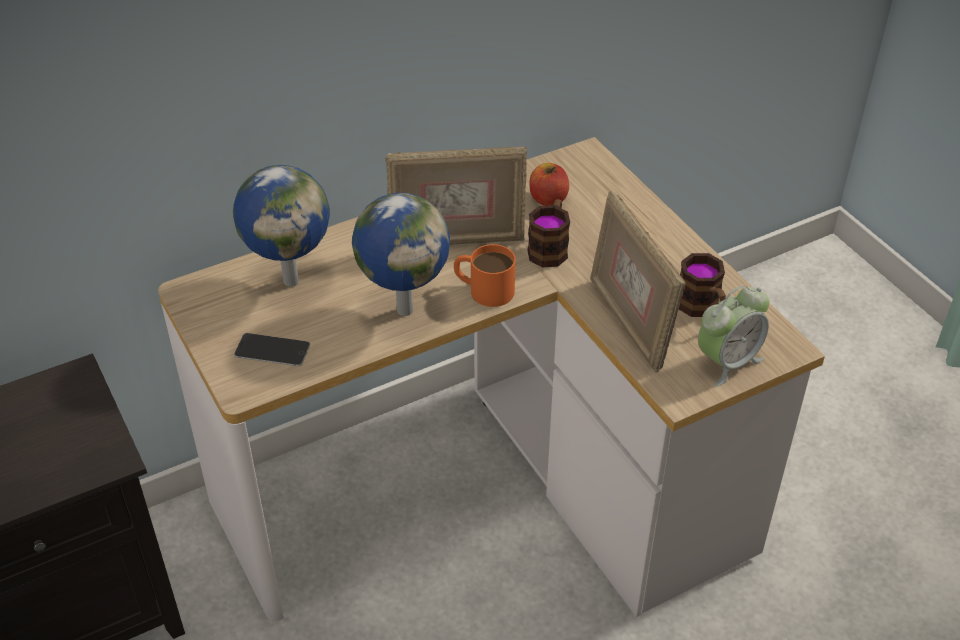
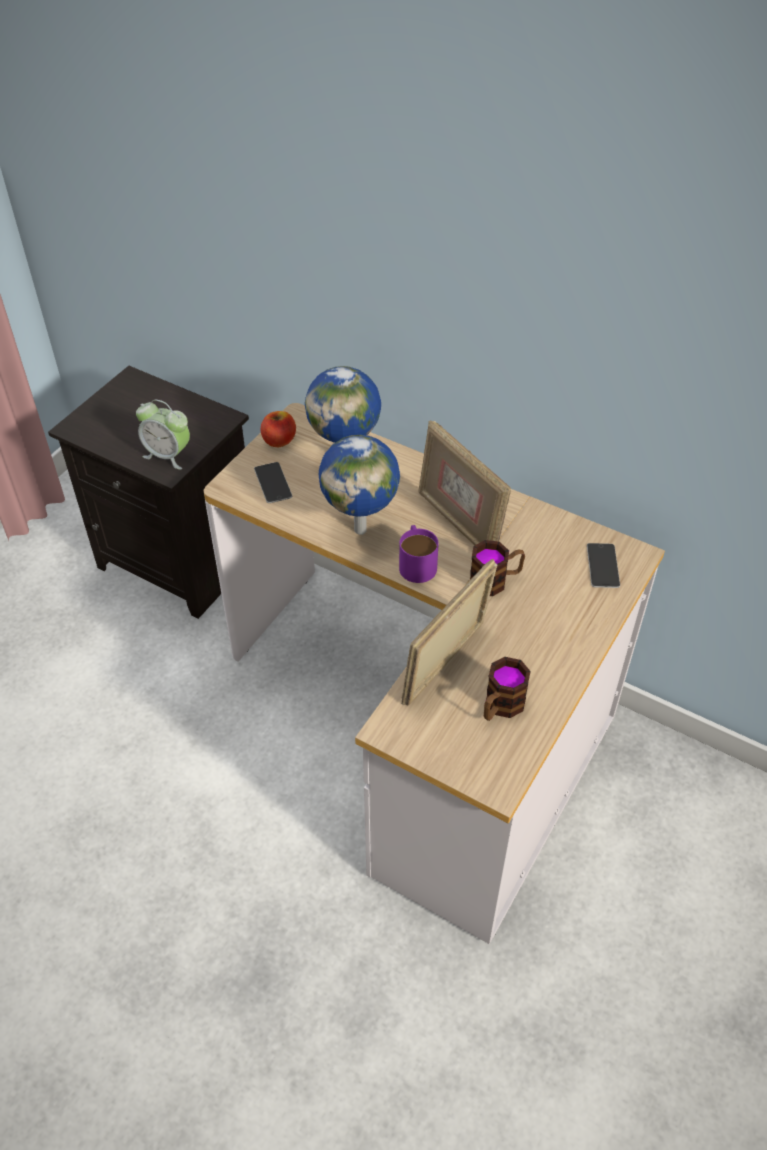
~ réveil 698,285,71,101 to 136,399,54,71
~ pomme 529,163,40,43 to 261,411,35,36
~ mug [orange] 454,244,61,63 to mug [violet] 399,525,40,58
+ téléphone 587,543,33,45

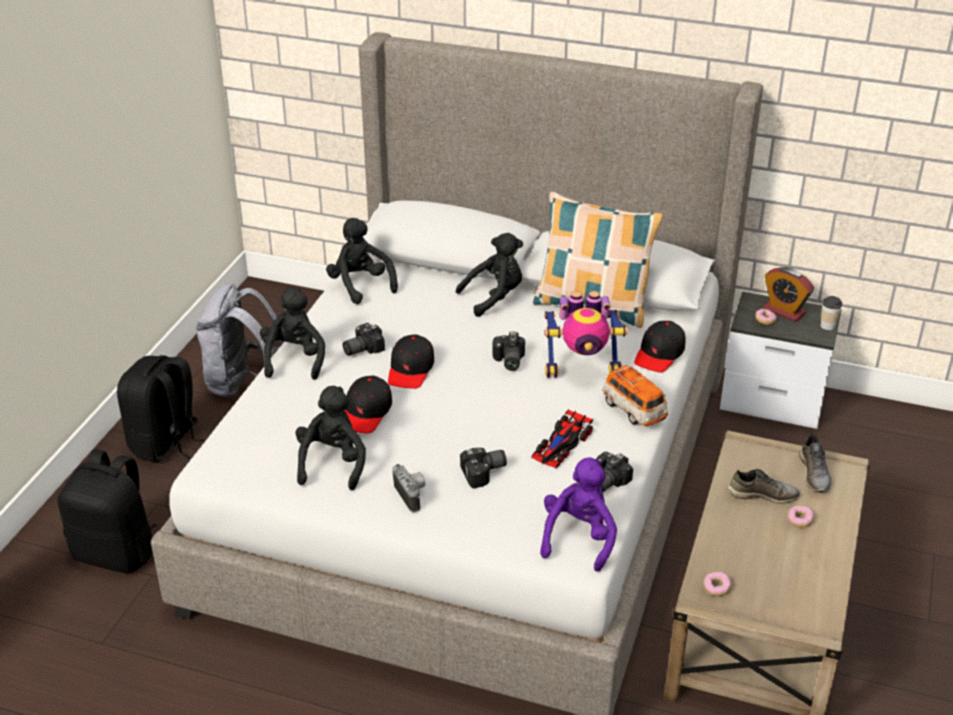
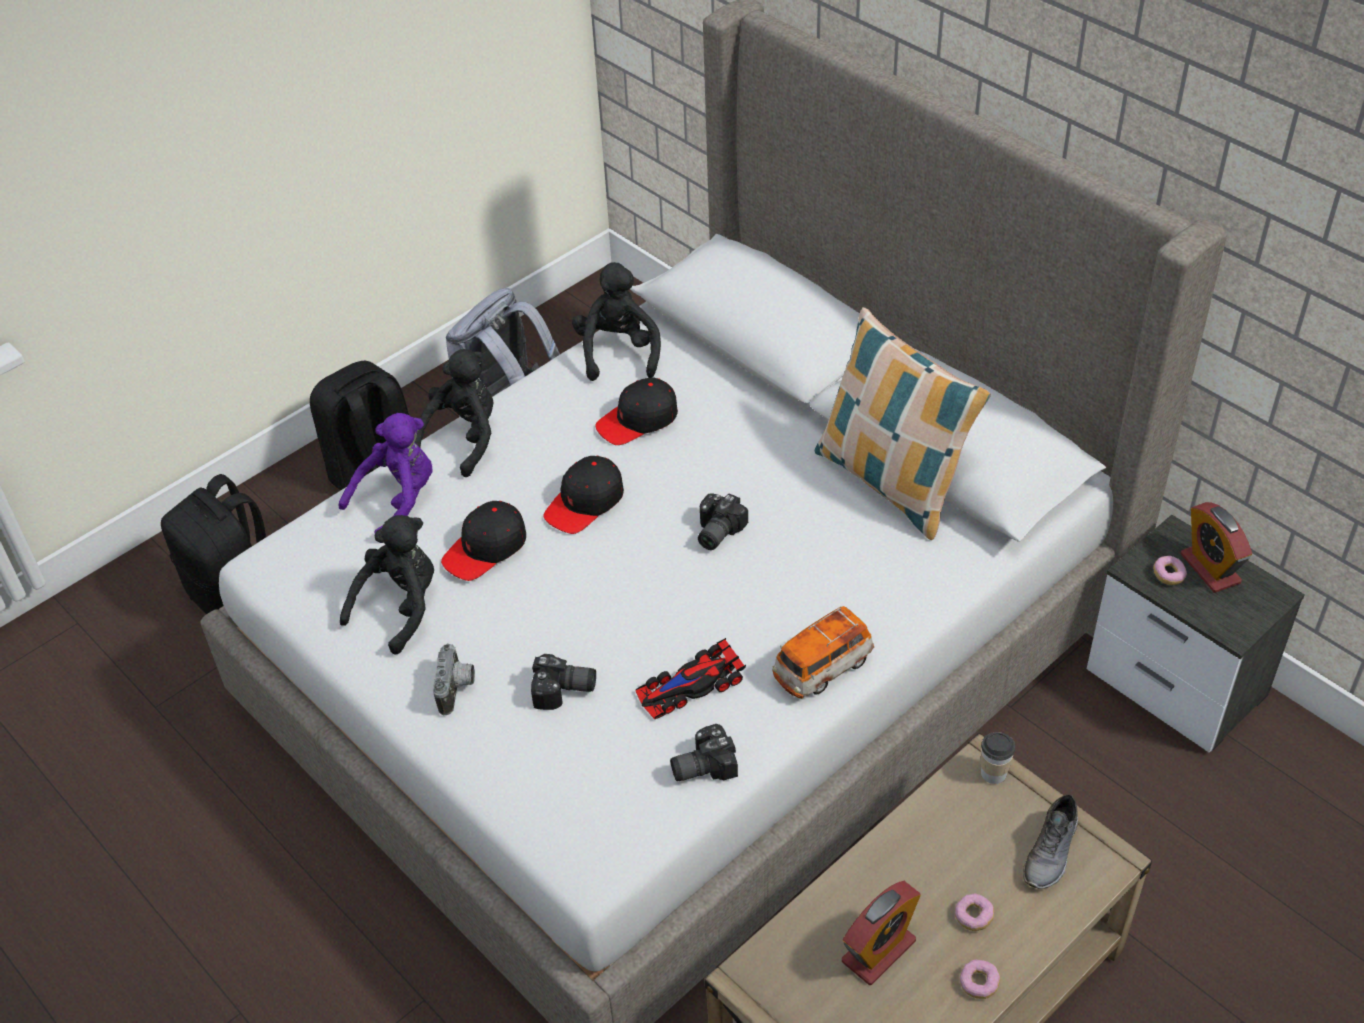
~ peluche [violet] 540,458,77,114 to 339,413,94,130
~ casquette [noir] 634,321,52,52 to 595,377,83,68
~ petite voiture 602,365,66,61 = 773,606,101,93 60 degrees clockwise
+ réveil 842,881,79,104
~ beignet 704,572,27,24 to 960,960,40,39
~ tasse 820,296,22,34 to 981,732,34,52
- appareil photo 343,323,42,33
- peluche [noir] 456,233,67,84
- robot jouet 544,291,84,87
- chaussure [gris] 728,469,72,35

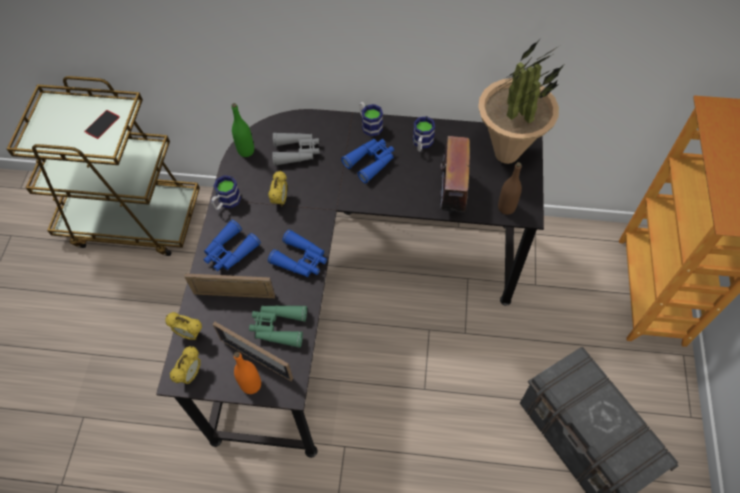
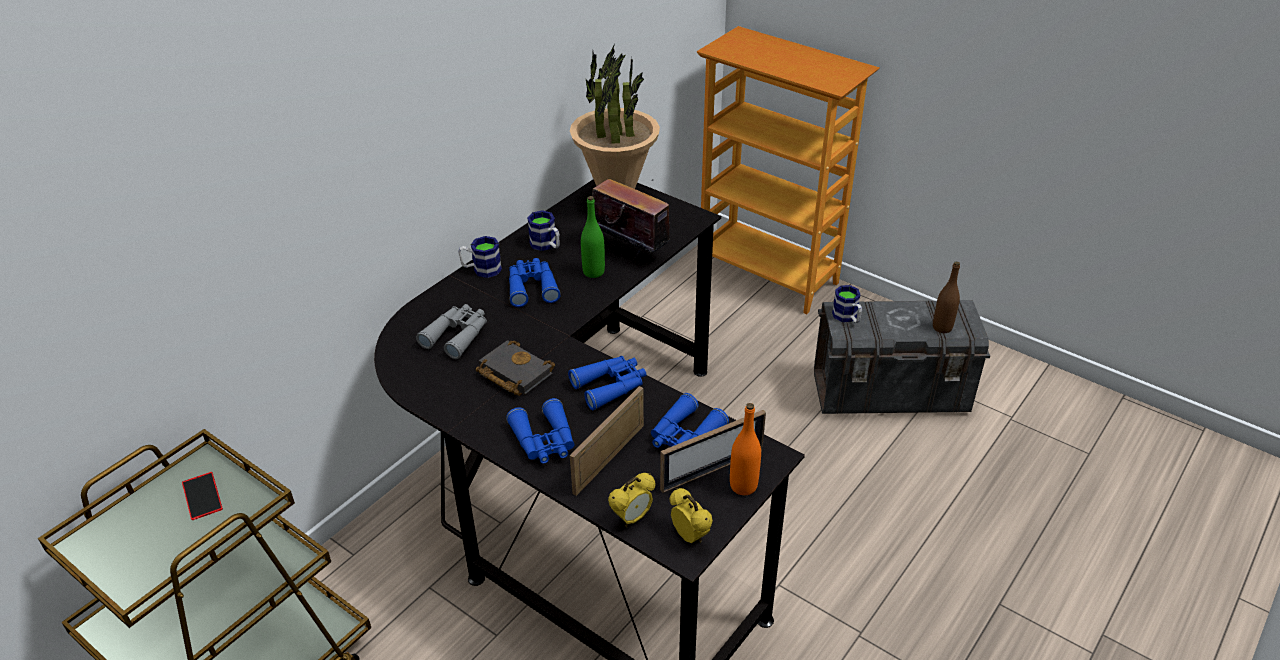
~ réveil 268,170,19,37 to livre [noir] 476,340,79,56
~ bouteille [vert] 231,103,23,54 to 581,196,24,82
~ jumelles [vert] 249,305,58,43 to jumelles [bleu] 651,393,78,55
~ mug 211,175,30,36 to 832,285,30,38
~ bouteille [marron] 498,162,24,53 to 933,261,27,72

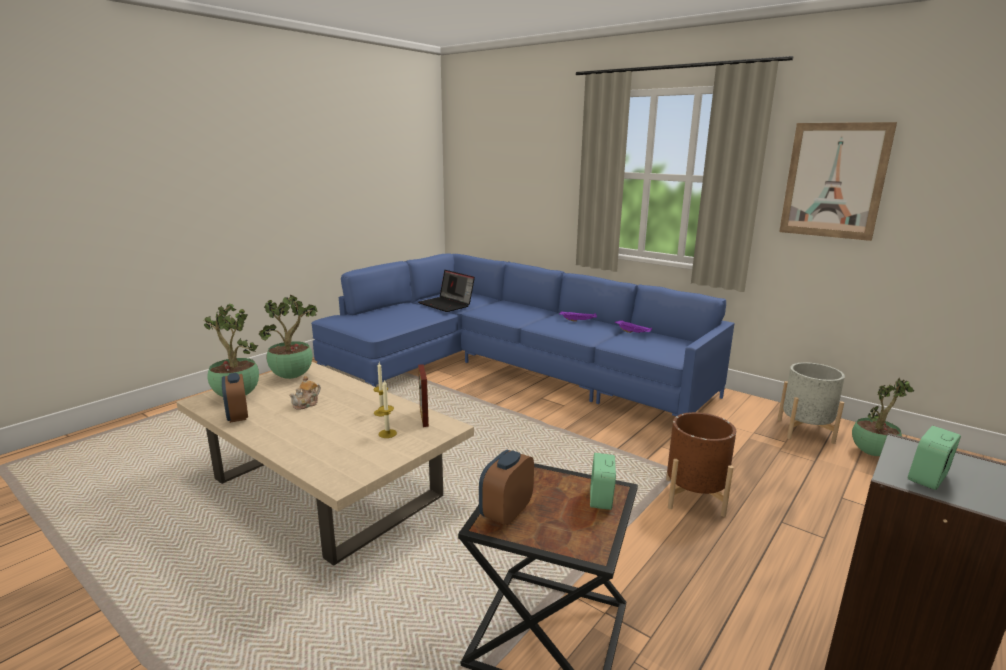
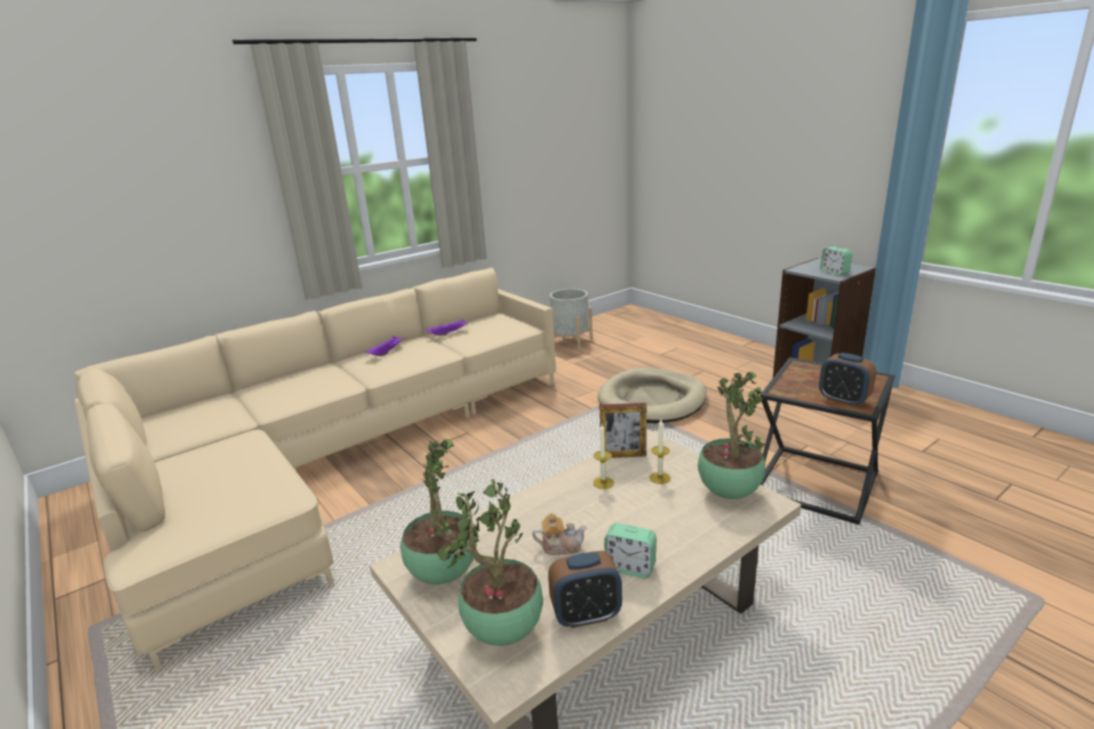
~ canapé [bleu] 311,254,424,162 to canapé [beige] 74,268,482,403
~ théière 289,376,32,34 = 532,513,55,42 45 degrees counterclockwise
~ cache-pot [marron] 666,412,70,105 to panier pour chien [beige] 598,368,109,55
~ réveil 590,453,26,57 to 604,523,52,55
~ plante en pot 852,378,62,78 to 698,372,67,127
- ordinateur portable 418,270,57,42
- tableau 779,122,118,119

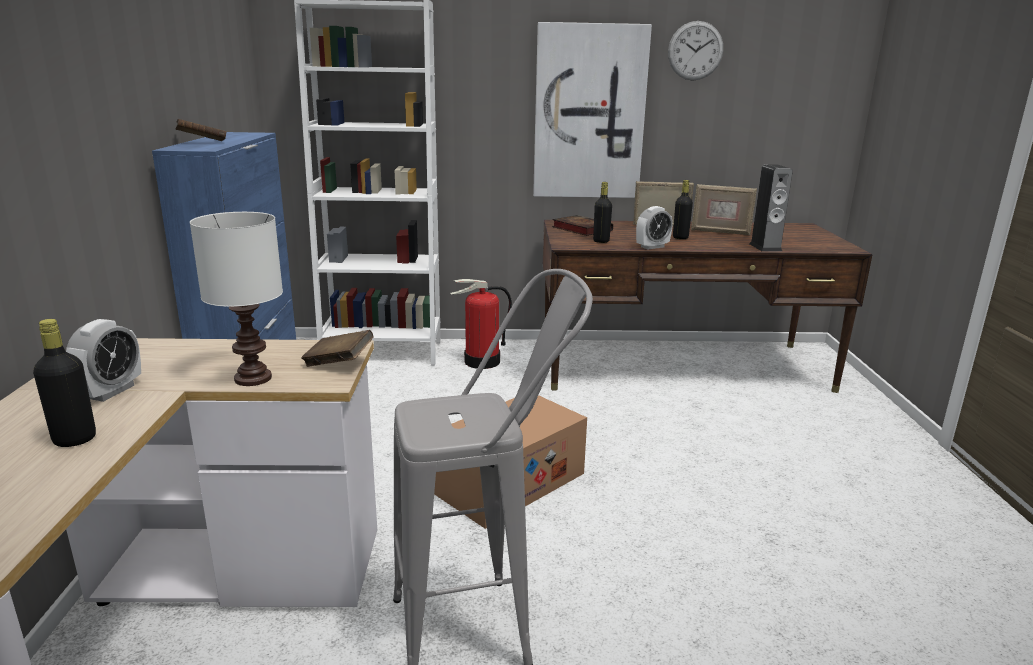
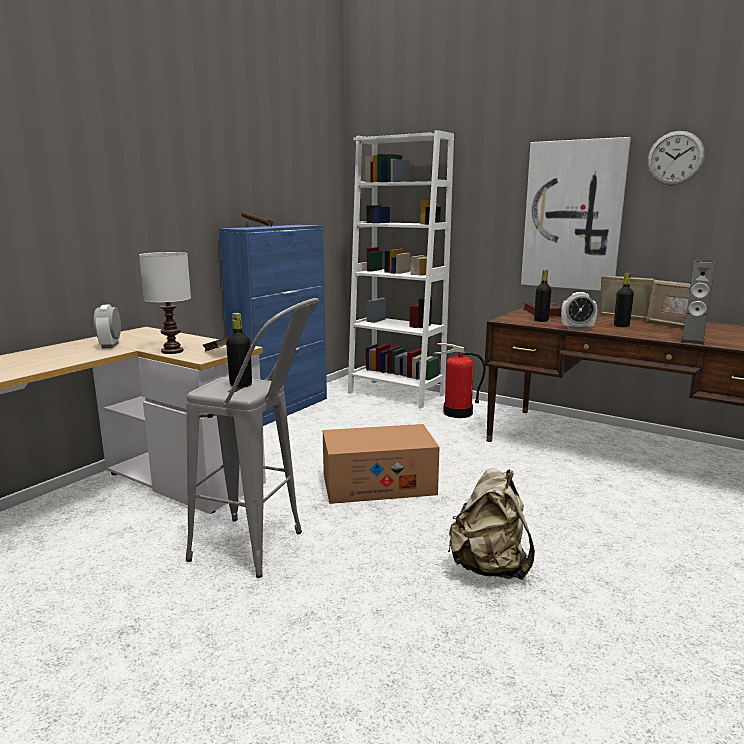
~ réveil 66,319,75,83 = 94,305,27,43 120 degrees clockwise
~ bouteille [noir] 33,319,63,128 to 226,313,26,75
+ sac à dos [beige] 448,468,87,112

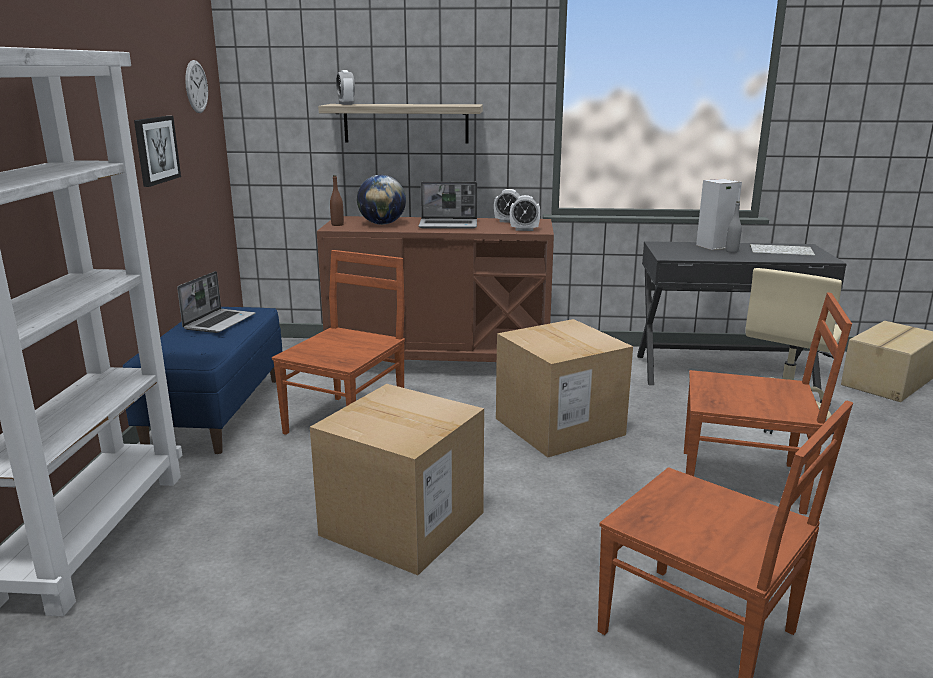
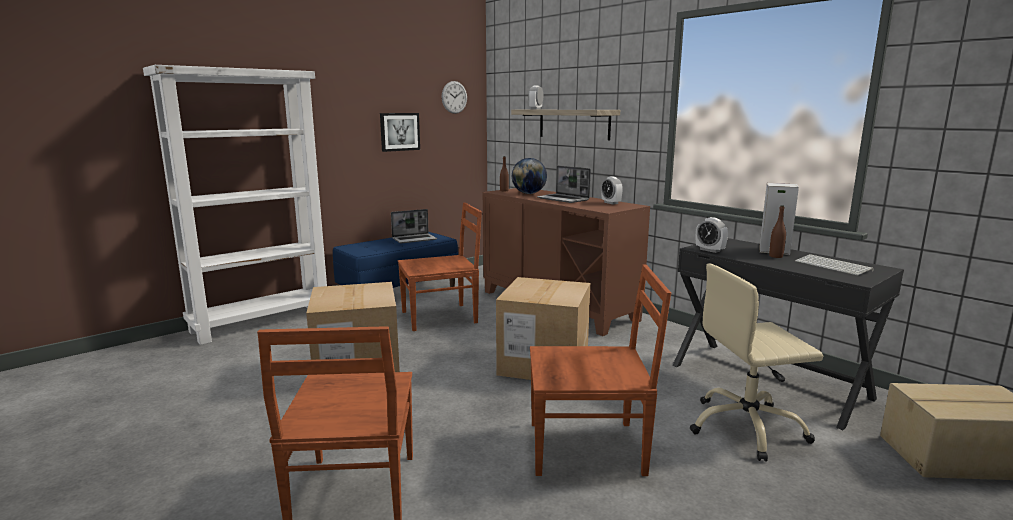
~ chaise [marron] 684,292,168,222 = 530,264,141,212 60 degrees counterclockwise
~ réveil 510,195,30,36 to 696,217,32,36
~ bouteille [gris] 726,201,16,52 to bouteille [marron] 769,205,17,53

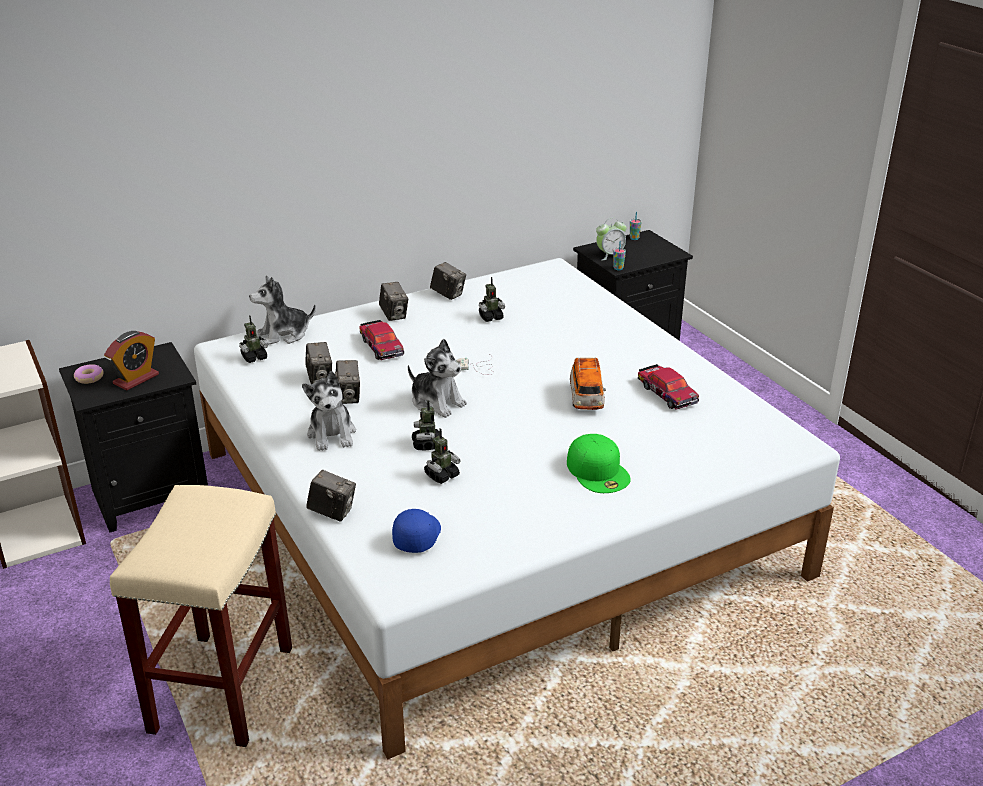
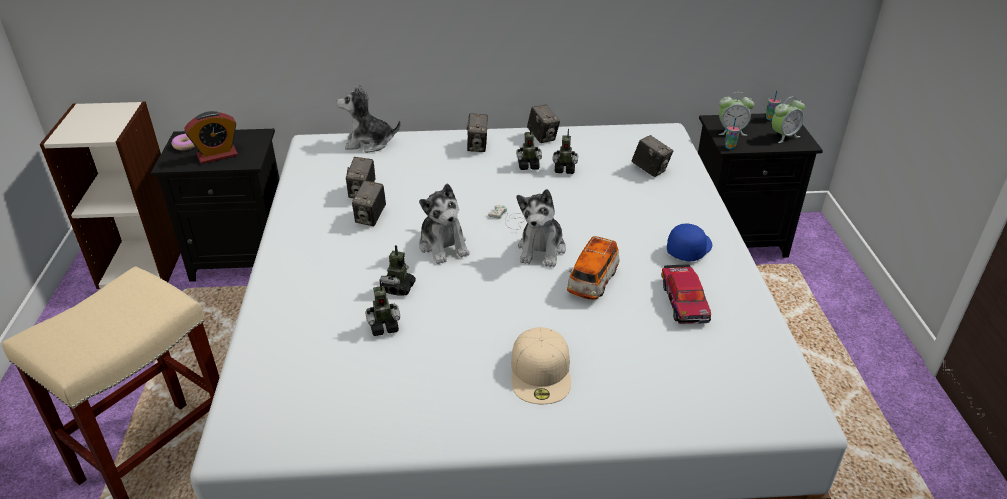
~ casquette [vert] 567,434,64,59 to casquette [beige] 511,327,60,77
~ robot jouet 239,315,29,48 to 516,125,26,45
~ peluche 302,371,54,80 to 517,189,49,78
~ appareil photo 306,470,50,51 to 631,135,42,42
~ casquette [bleu] 392,509,49,44 to 667,224,45,38
+ réveil 772,97,33,46
- petite voiture 359,320,45,40

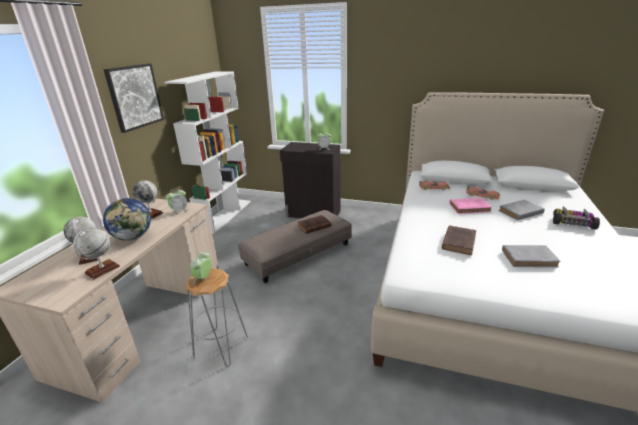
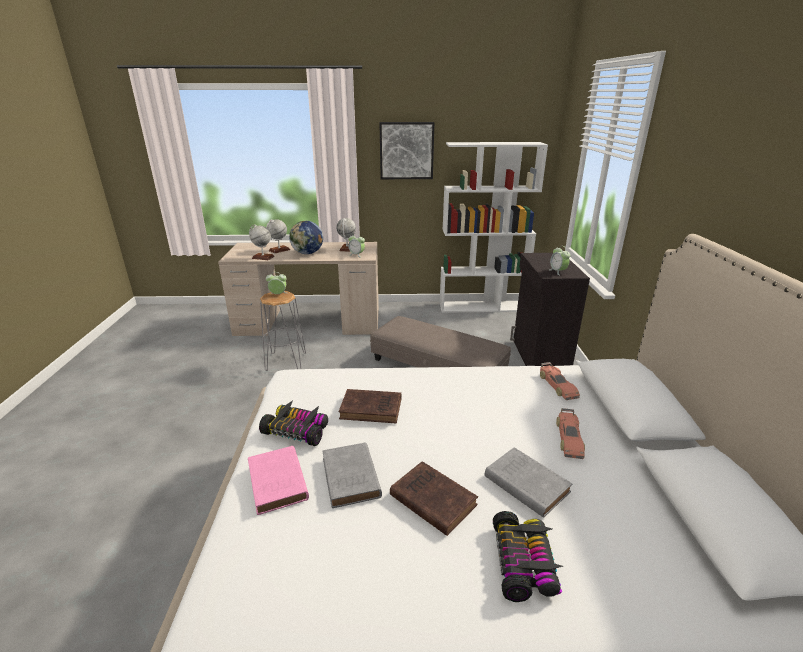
~ livre [rose] 449,198,43,16 to 248,446,61,69
+ petite voiture 259,401,69,45
~ livre [marron] 298,215,34,19 to 390,461,88,75

